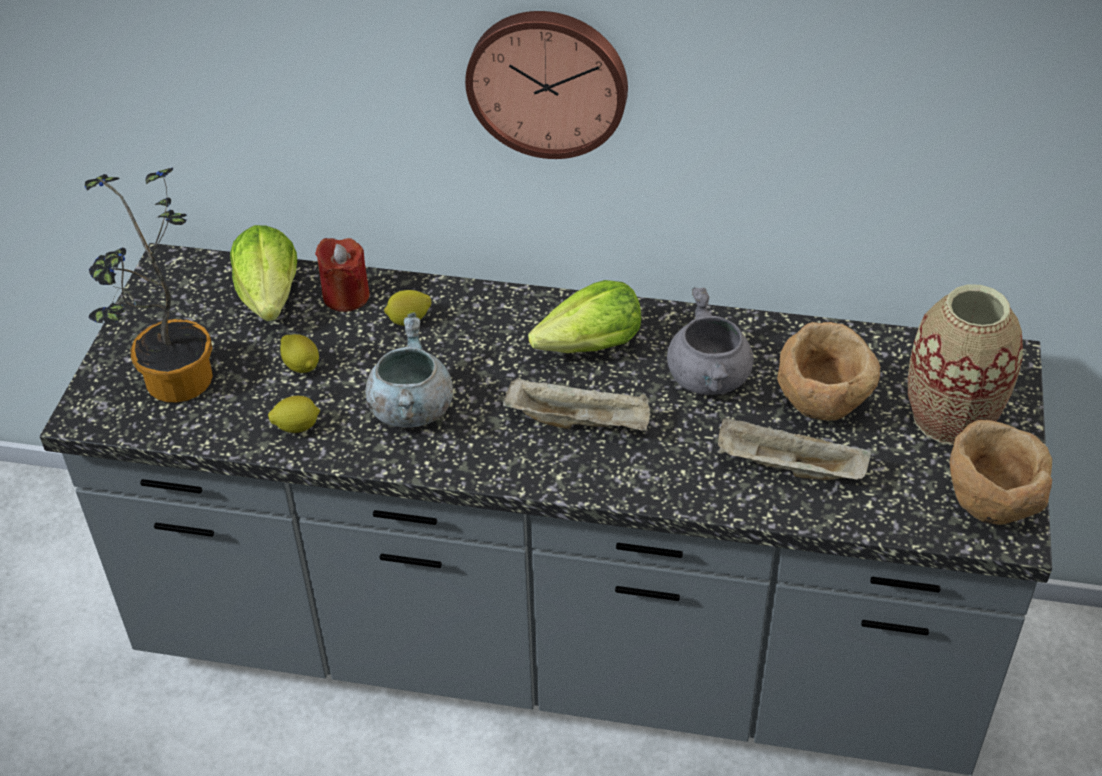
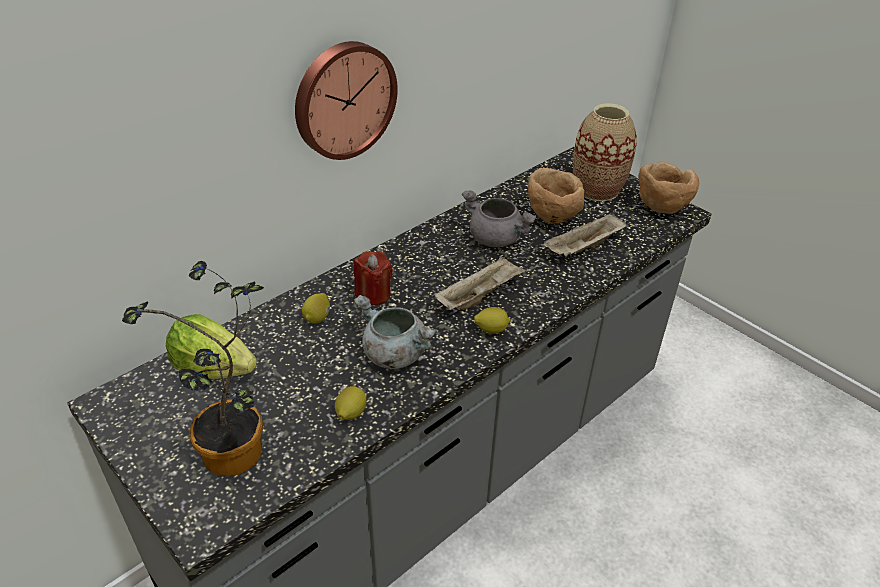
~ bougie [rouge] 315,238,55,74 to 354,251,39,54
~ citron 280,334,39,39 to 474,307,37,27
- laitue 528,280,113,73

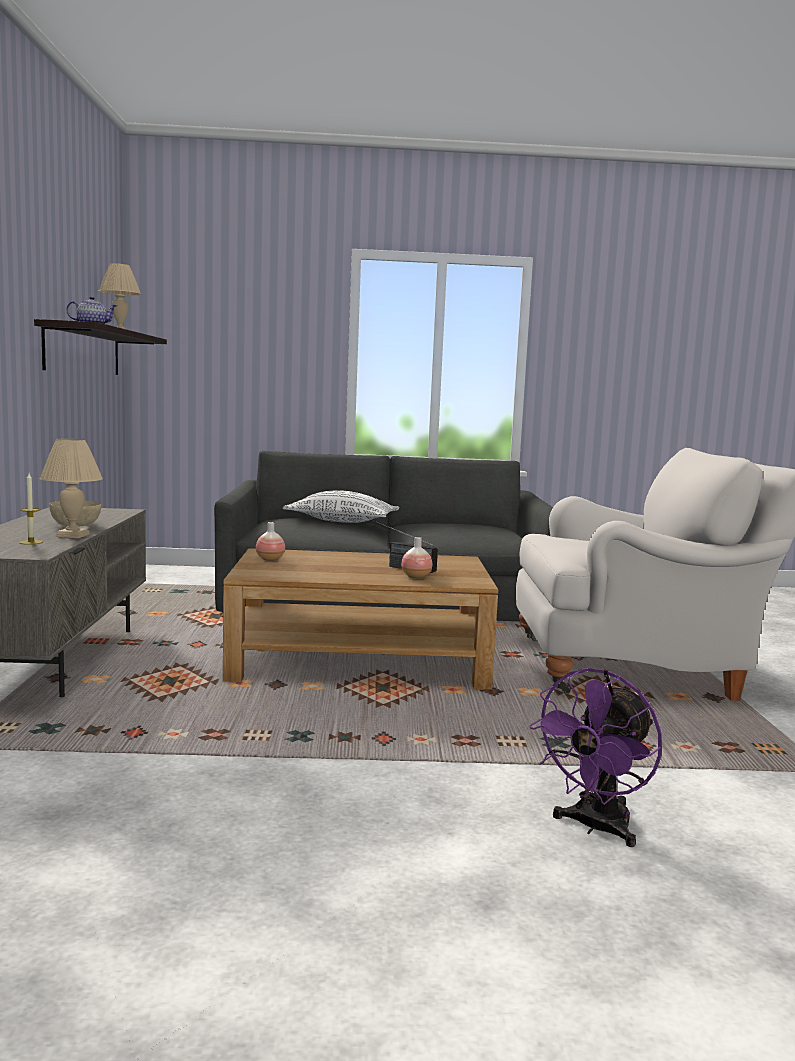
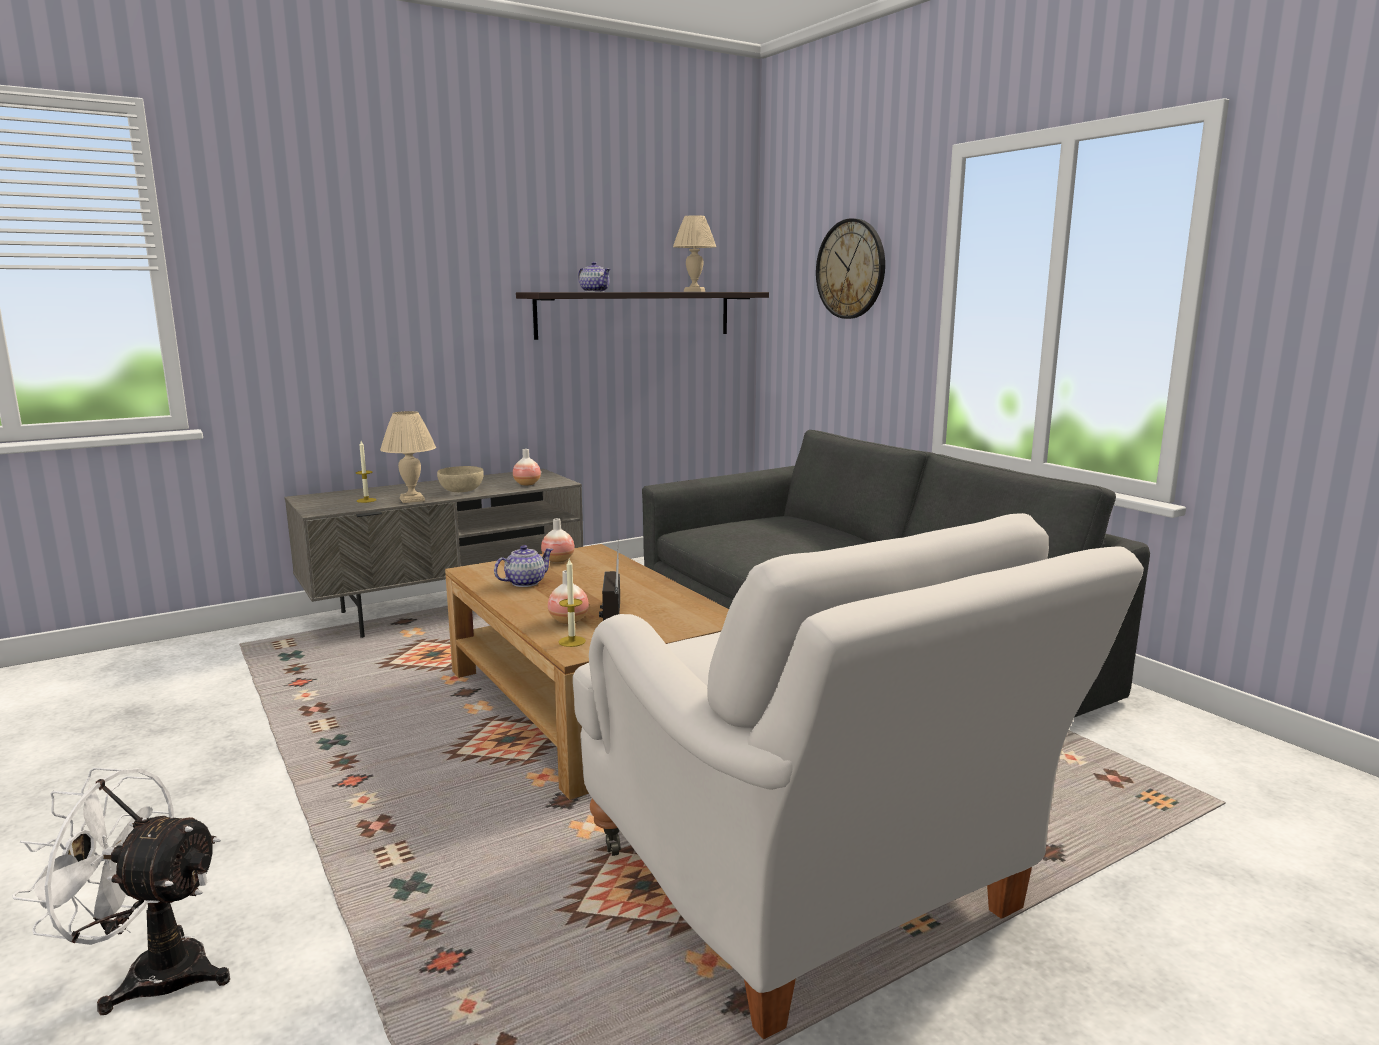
~ ventilateur [violet] 529,668,133,179 to ventilateur [blanc] 12,768,218,247
+ théière 494,545,59,42
+ vase 513,449,28,37
+ bougie 559,559,27,88
+ horloge murale 816,218,69,101
- coussin [blanc] 283,490,117,33

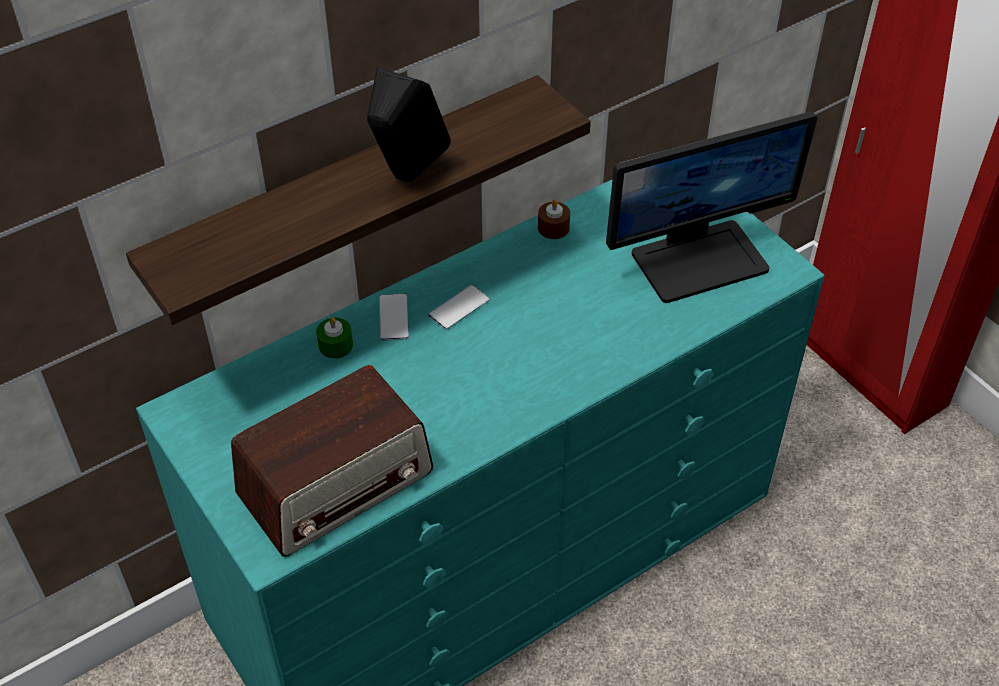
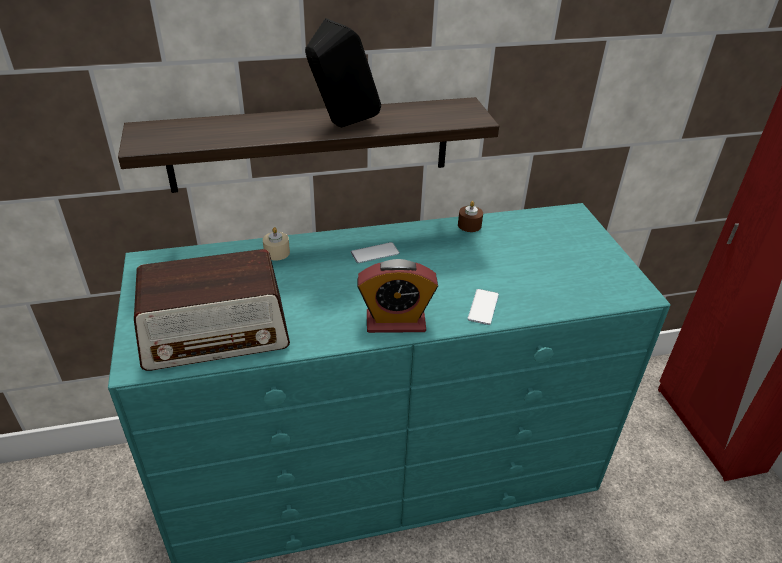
~ bougie [vert] 316,317,37,42 to bougie [beige] 263,227,27,34
+ réveil 357,259,81,74
~ téléphone 379,293,30,48 to 467,289,32,36
- écran d'ordinateur 606,111,211,192

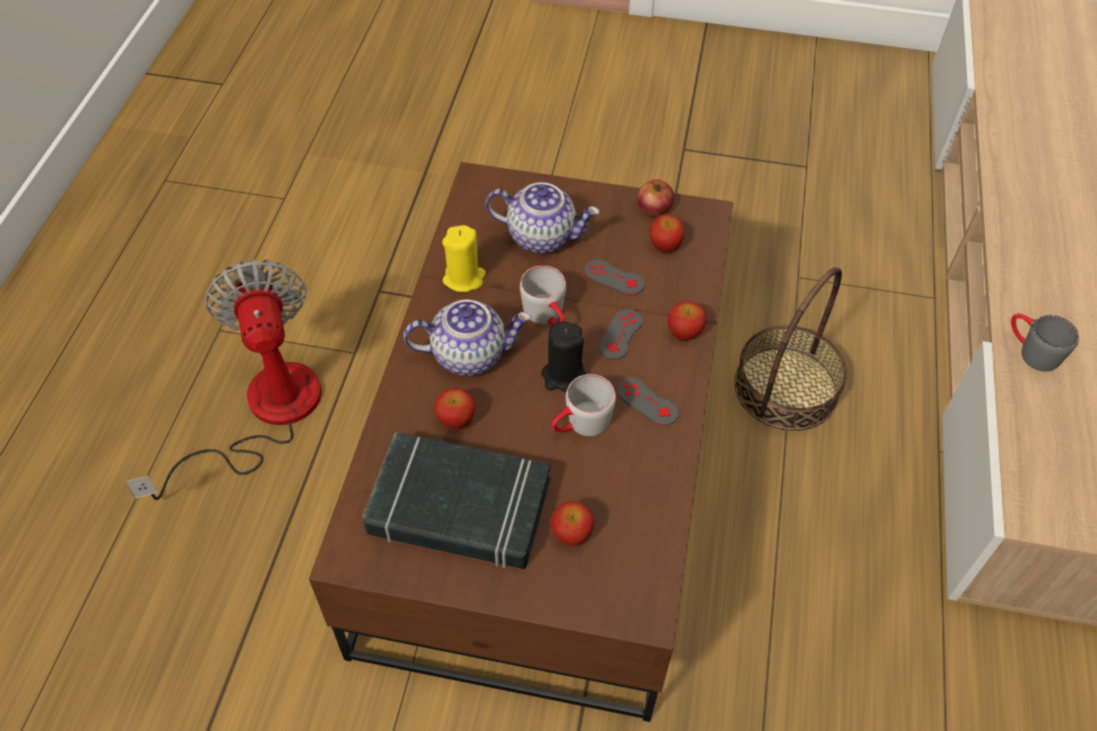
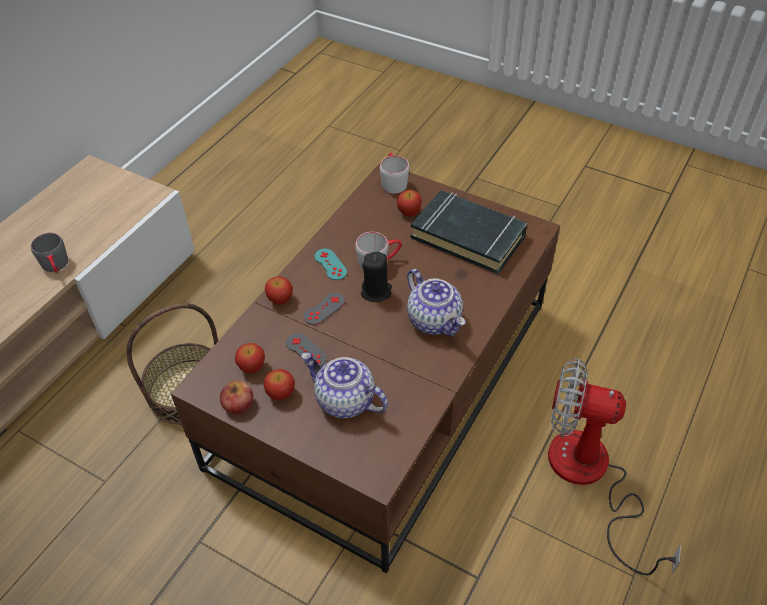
~ pomme 434,388,42,41 to 264,369,31,32
~ manette [gris] 617,378,62,48 to manette [turquoise] 315,249,32,31
~ mug [gris] 520,266,46,59 to 380,152,29,42
~ théière 403,299,128,77 = 407,269,58,67 135 degrees counterclockwise
~ ventilateur 125,259,197,241 = 548,358,133,217 105 degrees clockwise
- bougie [jaune] 442,225,44,67

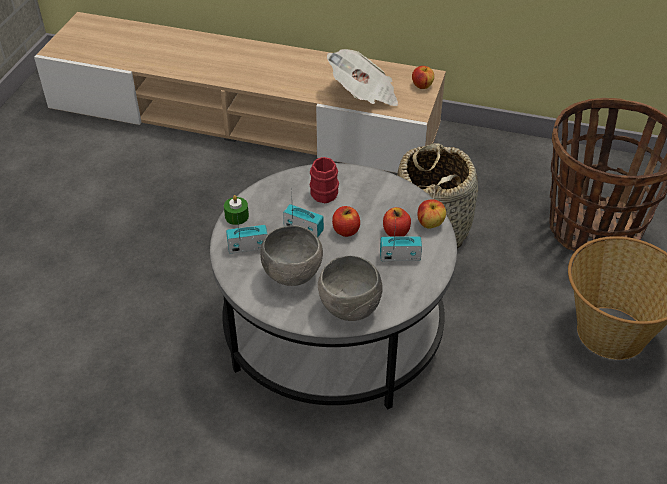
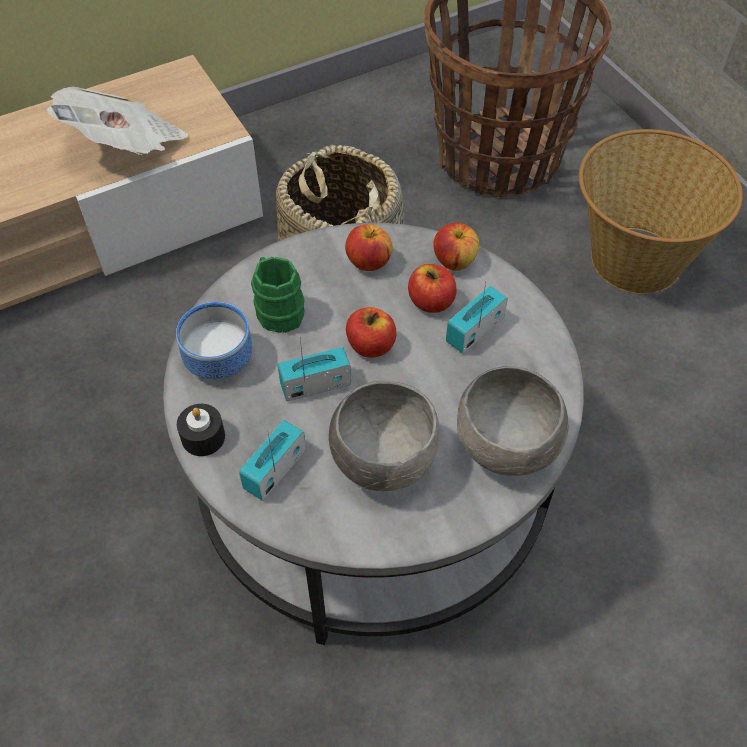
+ bol 176,302,76,77
~ bougie [vert] 224,195,25,30 to bougie [noir] 177,404,48,52
~ mug [rouge] 310,157,29,46 to mug [vert] 251,257,54,76
~ pomme 412,66,22,23 to 345,224,48,47

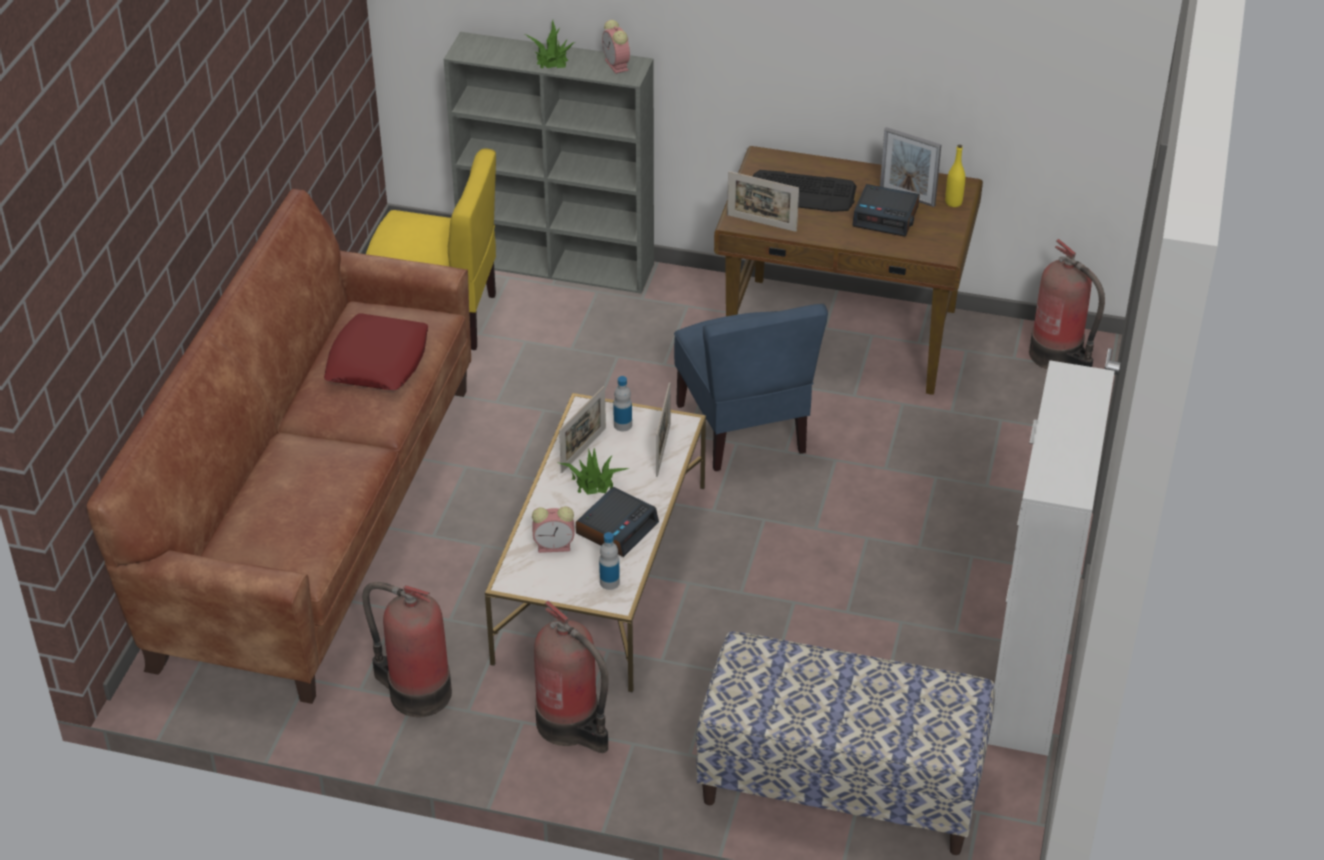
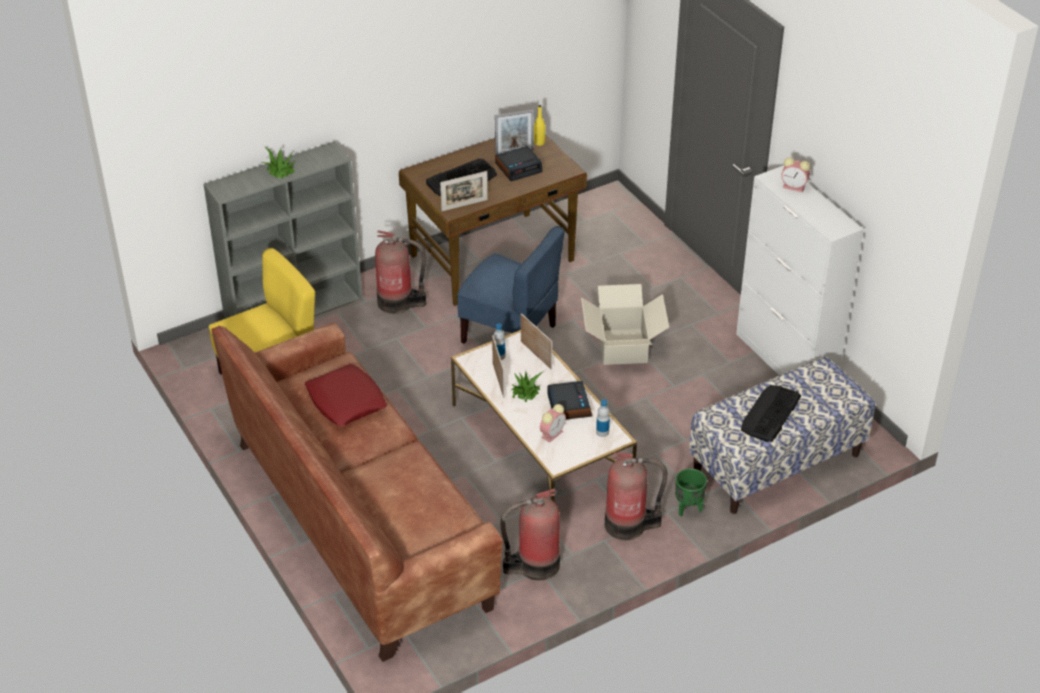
~ extincteur 1029,239,76,130 to 375,230,51,84
+ carton 581,284,88,81
+ cache-pot [vert] 675,468,32,48
+ clavier 741,385,60,57
~ réveil 602,20,28,54 to 781,158,29,34

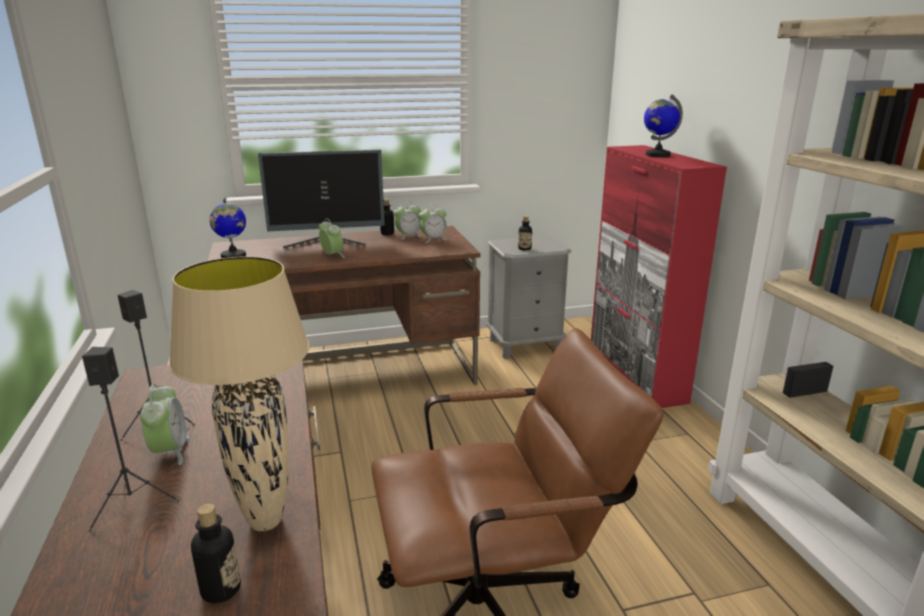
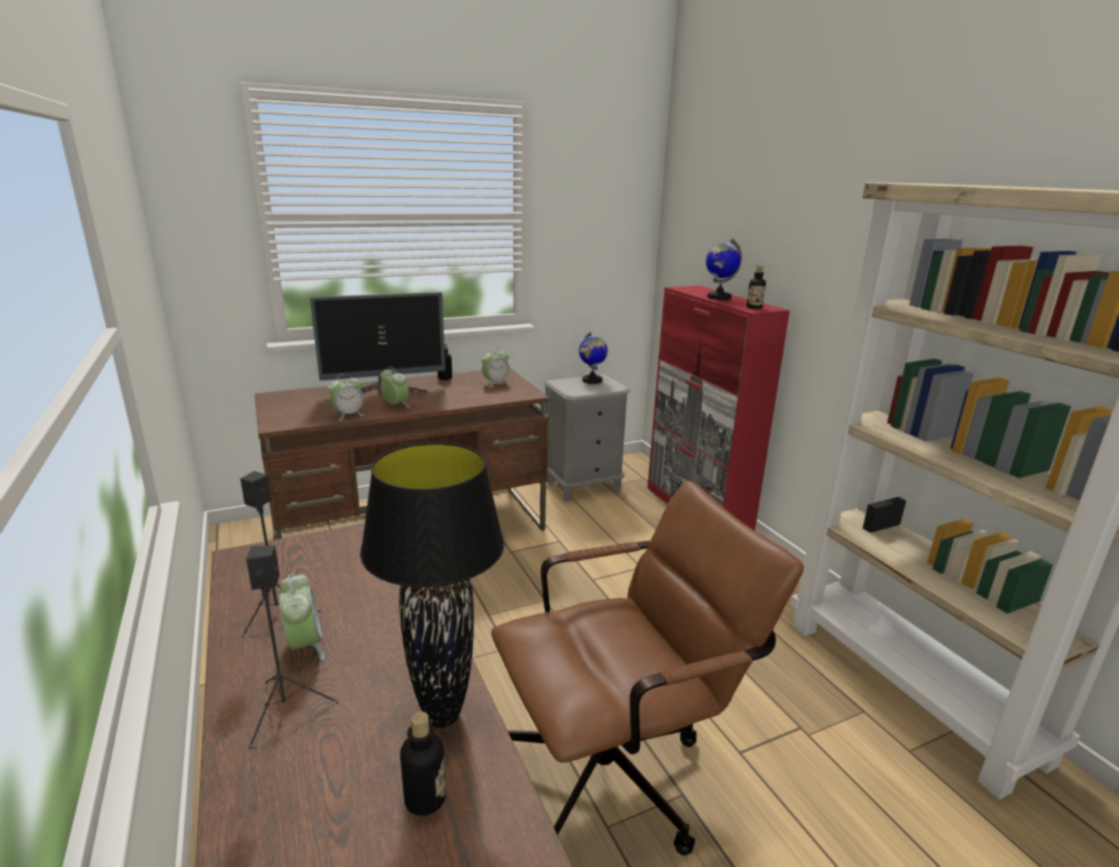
~ réveil 394,201,27,39 to 327,374,39,47
~ lampe de table [beige] 169,256,140,275 to lampe de table [noir] 360,442,145,286
~ globe 209,198,37,60 to 579,332,29,52
~ bouteille 518,216,14,35 to 747,266,19,43

